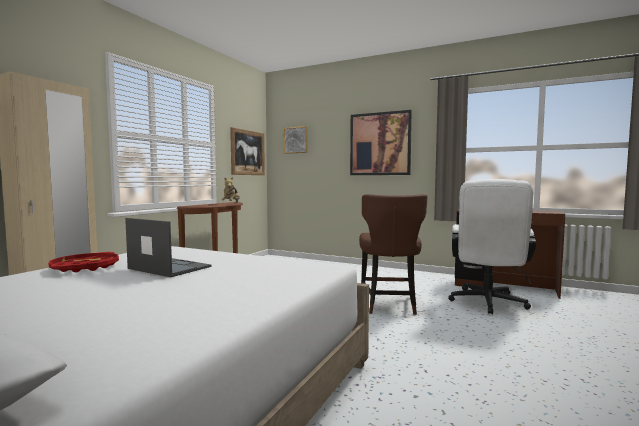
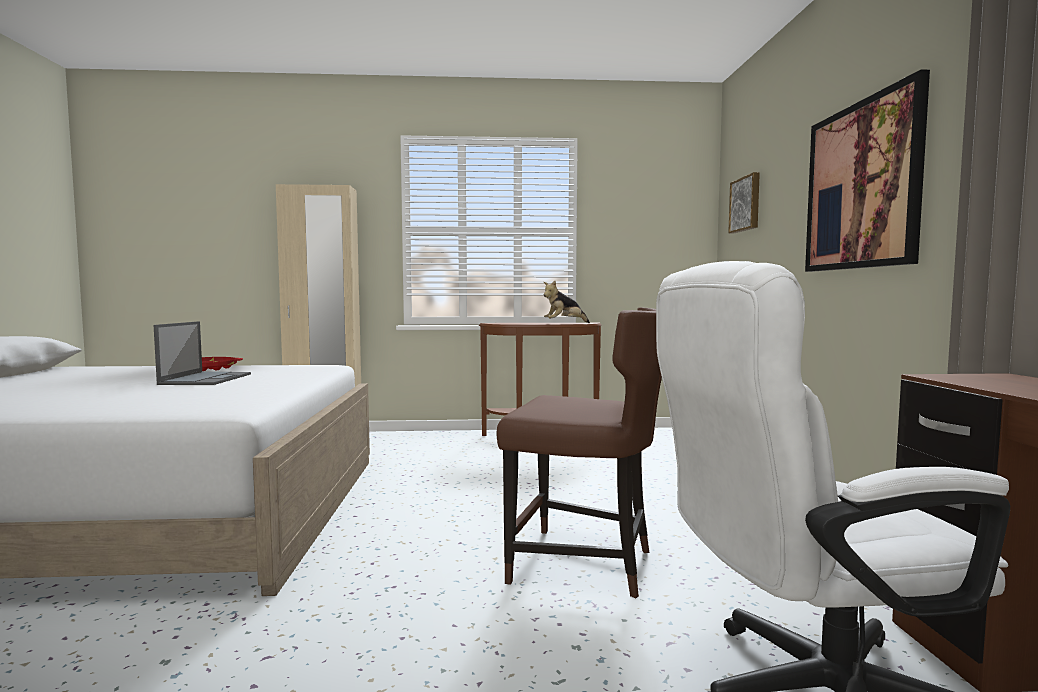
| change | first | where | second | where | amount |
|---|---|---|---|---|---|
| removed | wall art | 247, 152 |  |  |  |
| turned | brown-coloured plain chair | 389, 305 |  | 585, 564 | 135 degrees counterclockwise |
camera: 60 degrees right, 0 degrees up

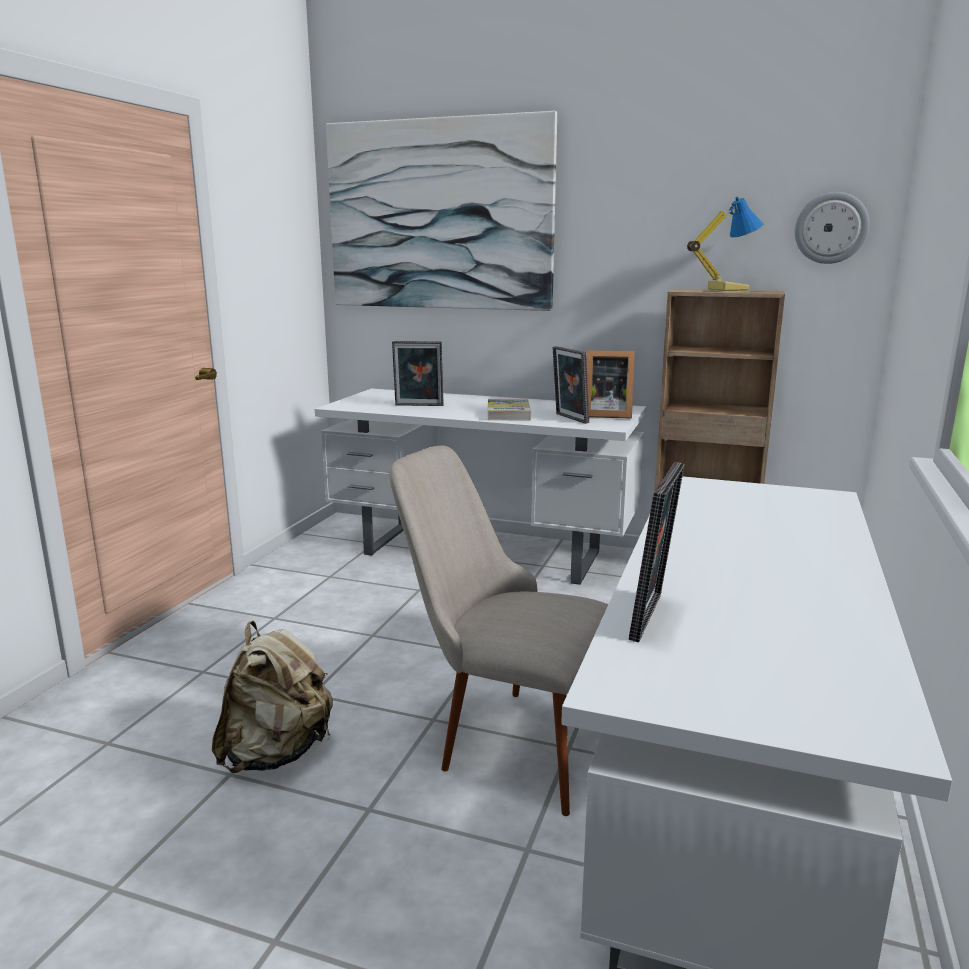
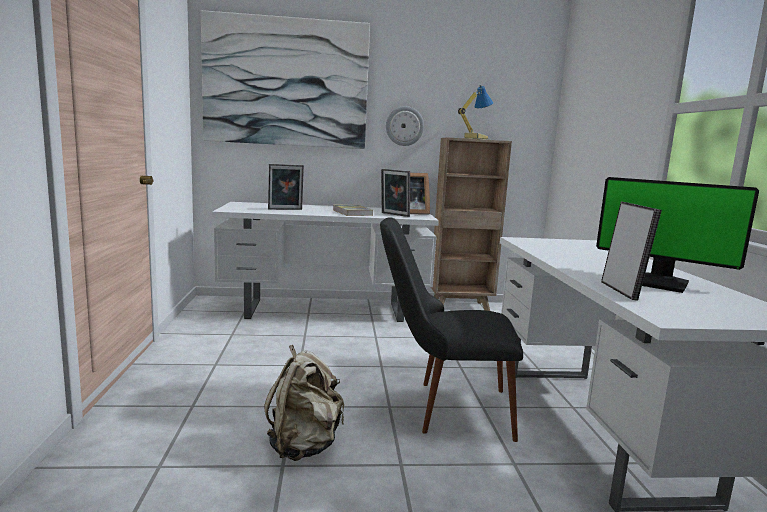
| change | first | where | second | where | amount |
|---|---|---|---|---|---|
| recoloured | sand-coloured plain chair | 507, 737 | blackish plain chair | 443, 408 |  |
| moved | hanging clock | 831, 228 |  | 404, 126 |  |
| added |  |  | monitor | 659, 283 |  |
camera: 25 degrees left, 5 degrees down

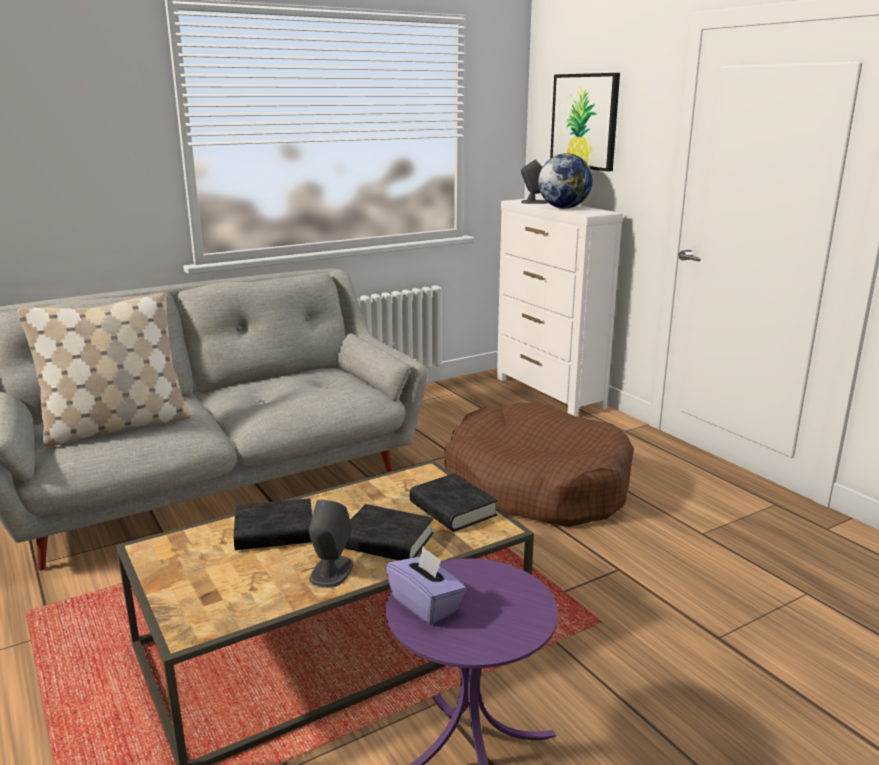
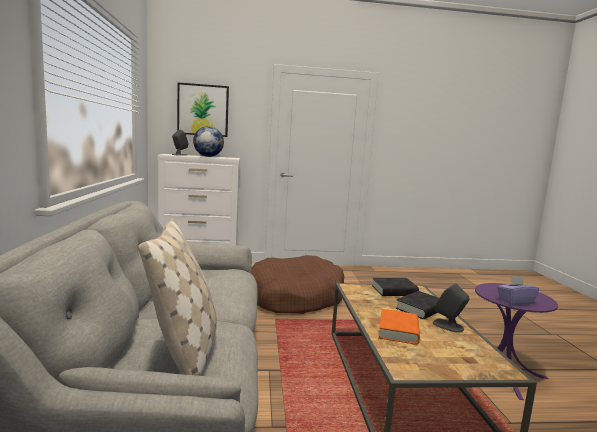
| change | first | where | second | where | amount |
|---|---|---|---|---|---|
| recoloured | blackish volume | 274, 532 | orangey volume | 398, 331 |  |
camera: 65 degrees left, 10 degrees down

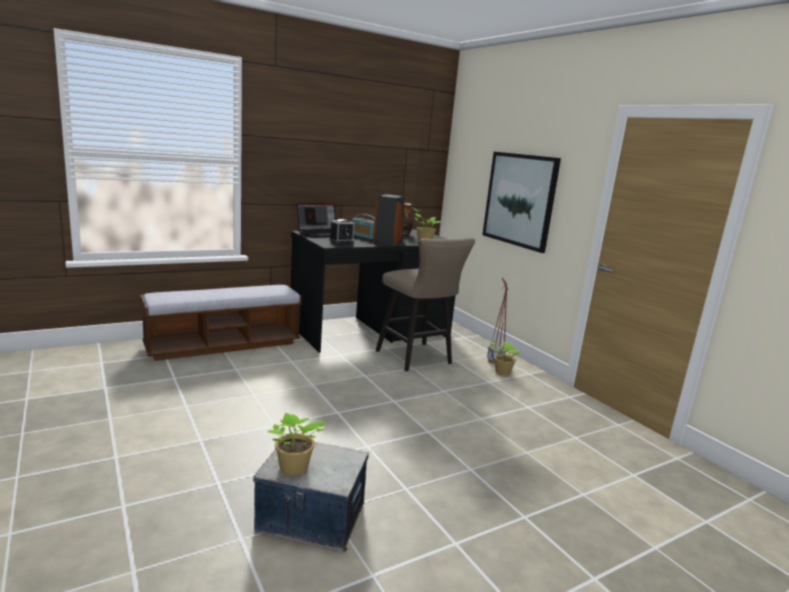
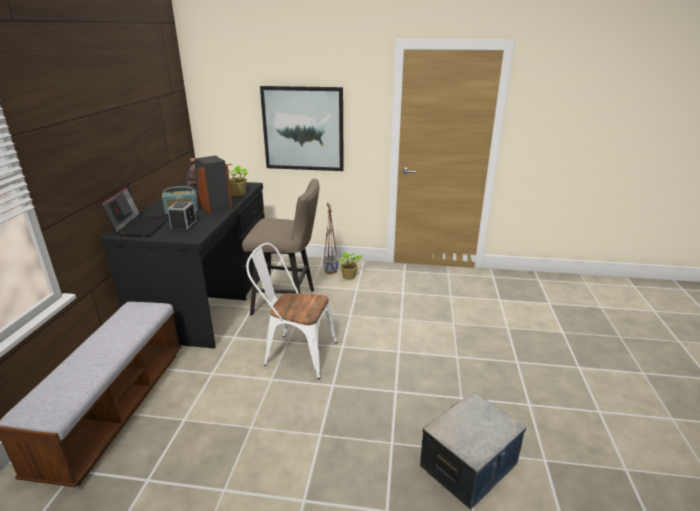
| change | first | where | second | where | amount |
|---|---|---|---|---|---|
| removed | potted plant | 293, 469 |  |  |  |
| added |  |  | white plain chair | 295, 353 |  |
camera: 50 degrees left, 10 degrees up

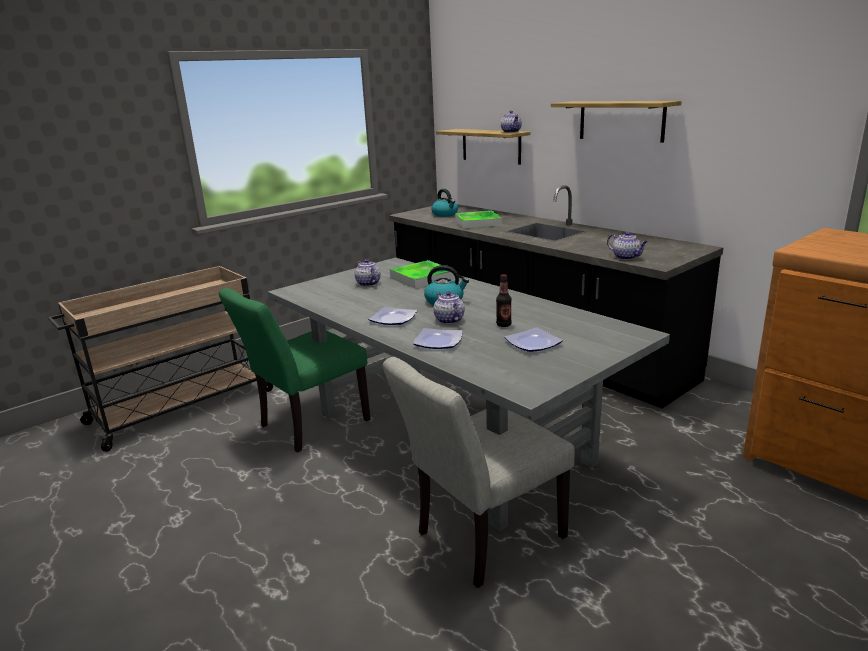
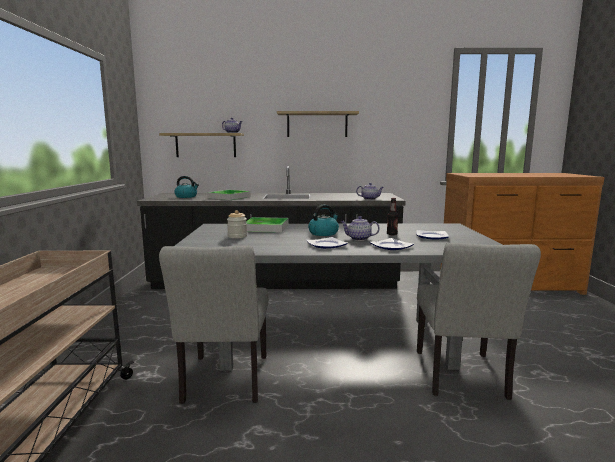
| change | first | where | second | where | amount |
|---|---|---|---|---|---|
| recoloured | green-coloured plain chair | 307, 426 | gray plain chair | 224, 383 |  |
| replaced | pot for tea | 367, 283 | jar | 237, 236 |  |
camera: 50 degrees left, 10 degrees down

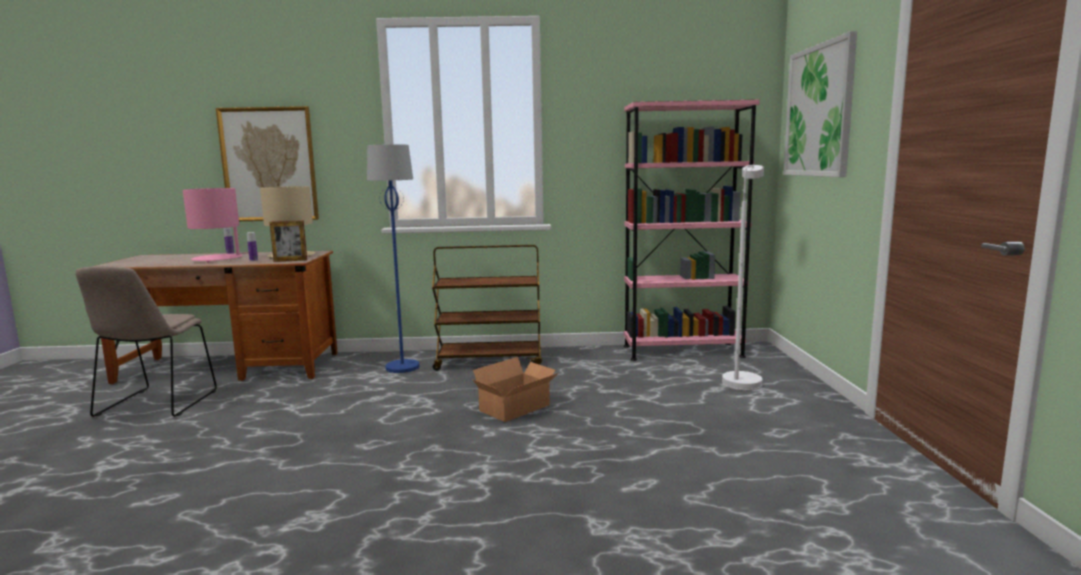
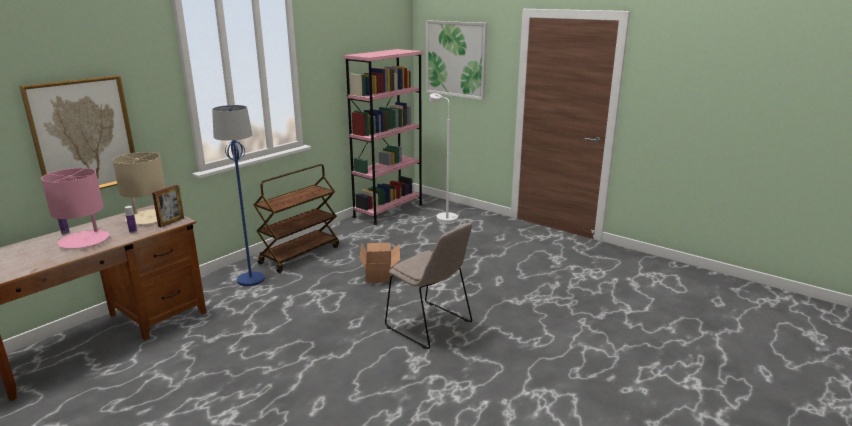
| change | first | where | second | where | amount |
|---|---|---|---|---|---|
| moved | sand-coloured plain chair | 155, 405 |  | 430, 326 |  |
camera: 50 degrees left, 10 degrees up

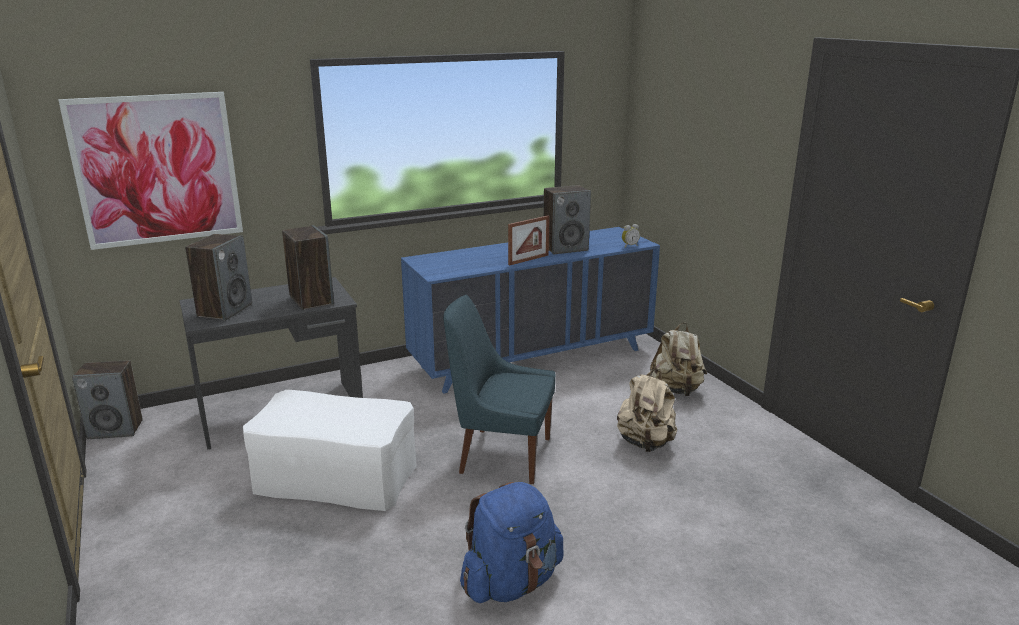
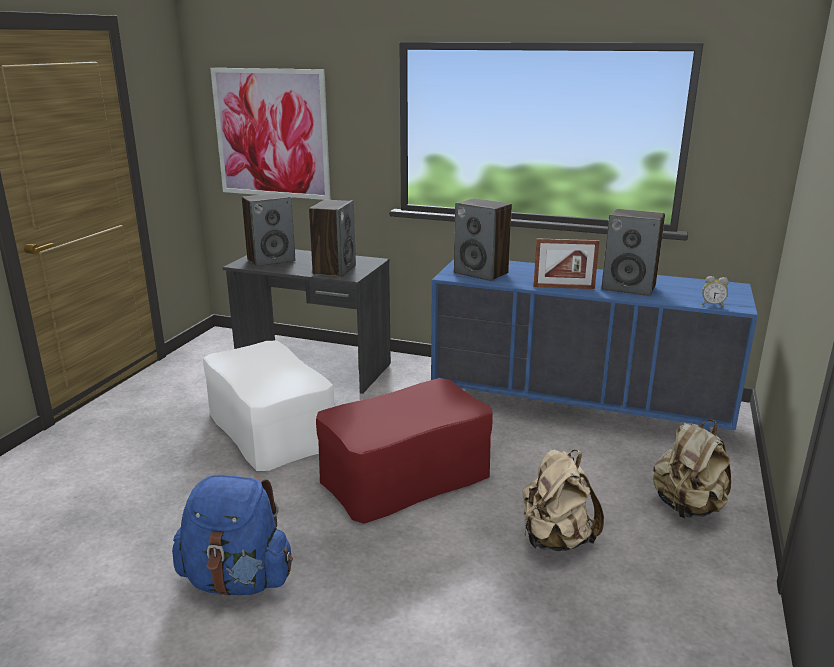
| change | first | where | second | where | amount |
|---|---|---|---|---|---|
| moved | loudspeaker | 116, 429 |  | 481, 273 |  |
| replaced | blue plain chair | 501, 455 | reddish ottoman | 405, 476 |  |
camera: 45 degrees right, 0 degrees up

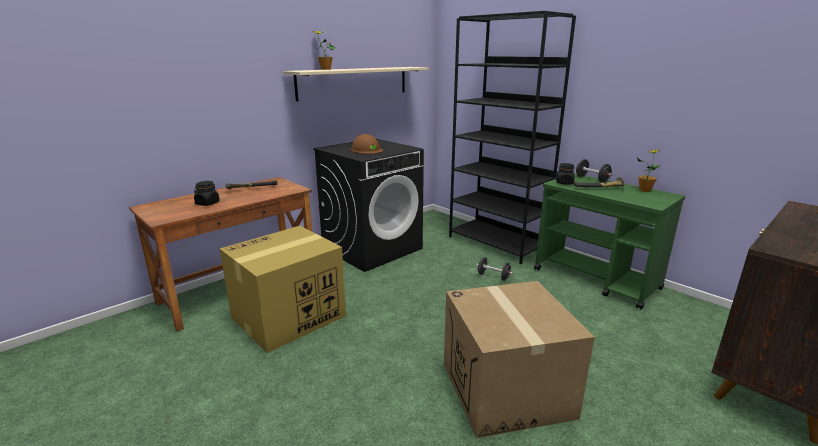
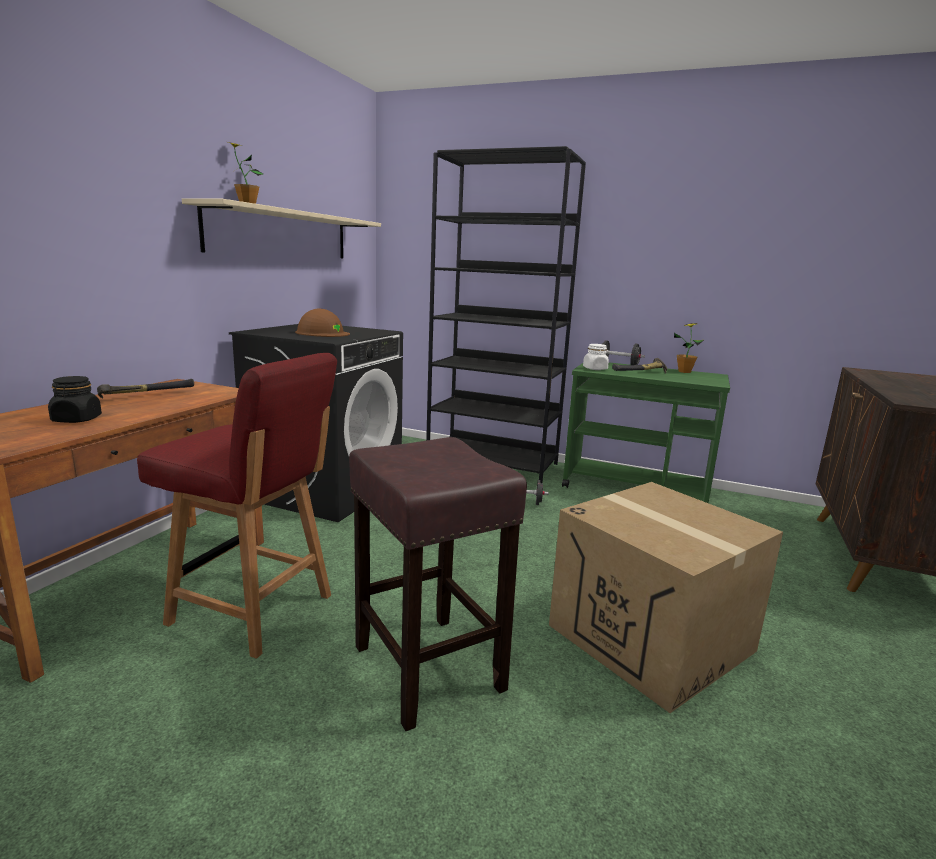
| change | first | where | second | where | amount |
|---|---|---|---|---|---|
| replaced | carton | 287, 317 | reddish plain chair | 254, 610 |  |
| recoloured | blackish jar | 564, 183 | white jar | 595, 369 |  |
| added |  |  | brown-coloured stool | 426, 666 |  |
camera: 25 degrees left, 5 degrees down

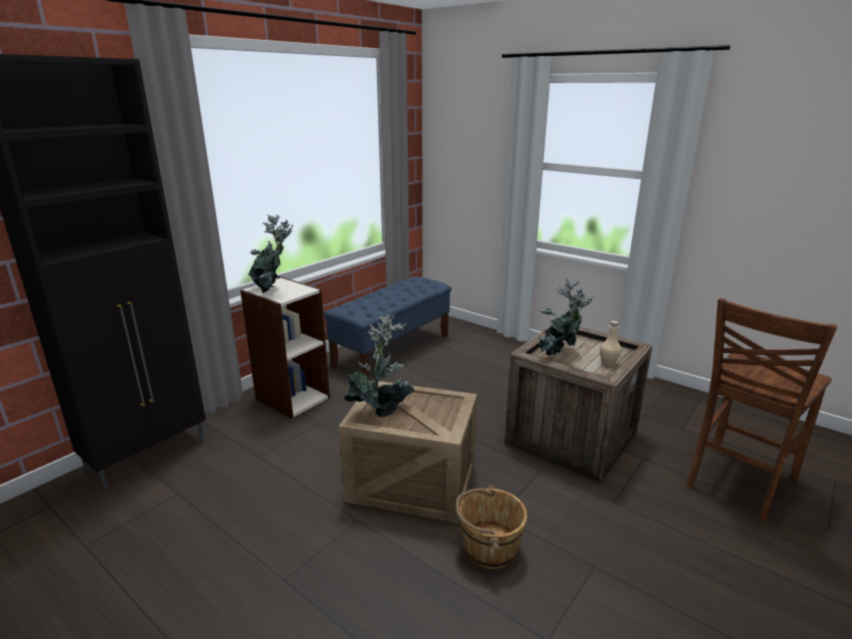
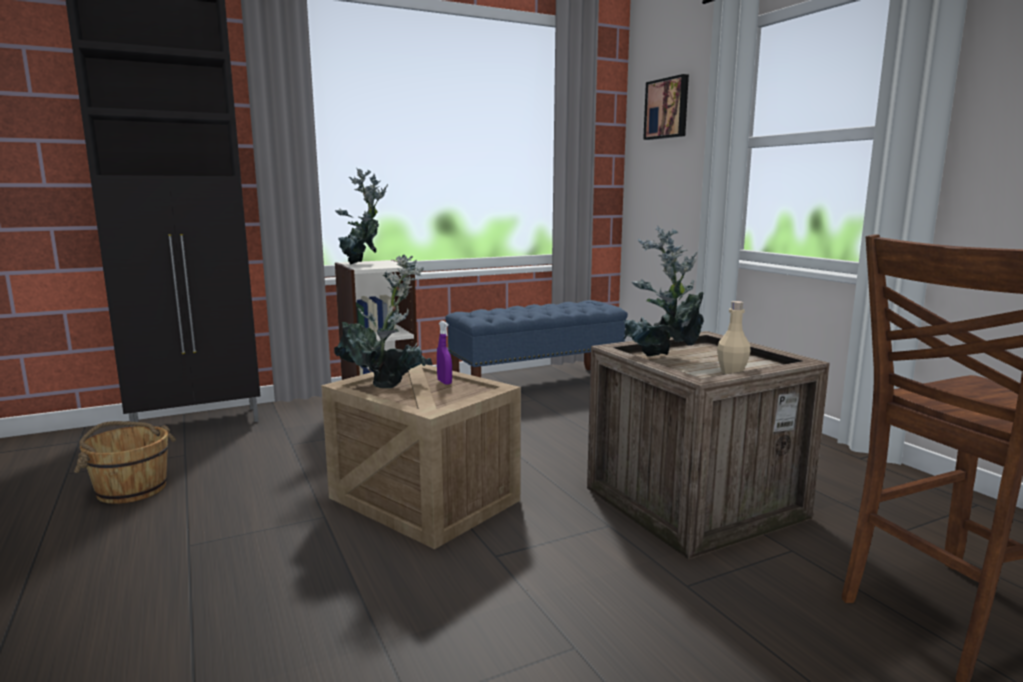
| change | first | where | second | where | amount |
|---|---|---|---|---|---|
| moved | brown-coloured bucket | 489, 547 |  | 131, 489 |  |
| added |  |  | purple-coloured sprayer | 444, 382 |  |
| added |  |  | wall art | 667, 108 |  |
camera: 25 degrees right, 10 degrees down

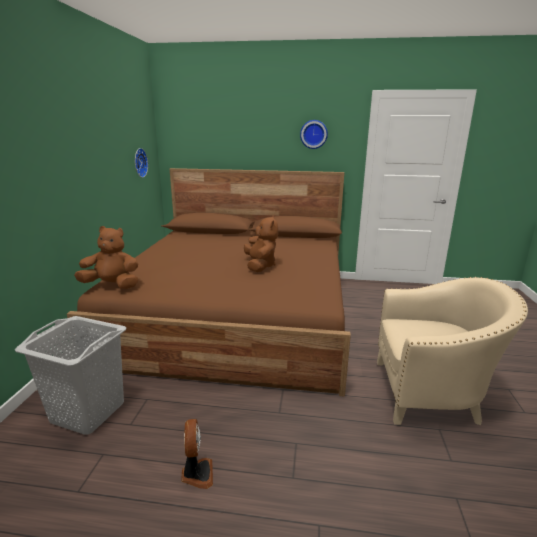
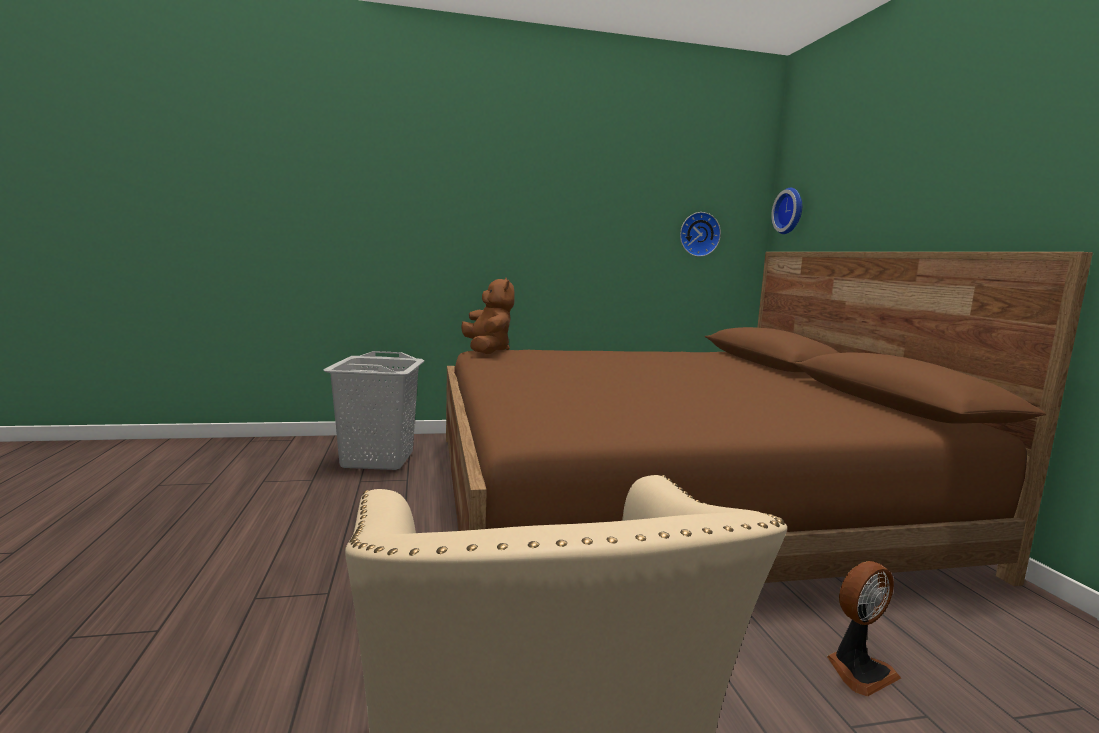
| change | first | where | second | where | amount |
|---|---|---|---|---|---|
| moved | electric fan | 197, 474 |  | 858, 670 |  |
| removed | brown-coloured soft toy | 260, 266 |  |  |  |
| moved | hanging clock | 313, 134 |  | 790, 211 |  |
camera: 70 degrees right, 10 degrees down

